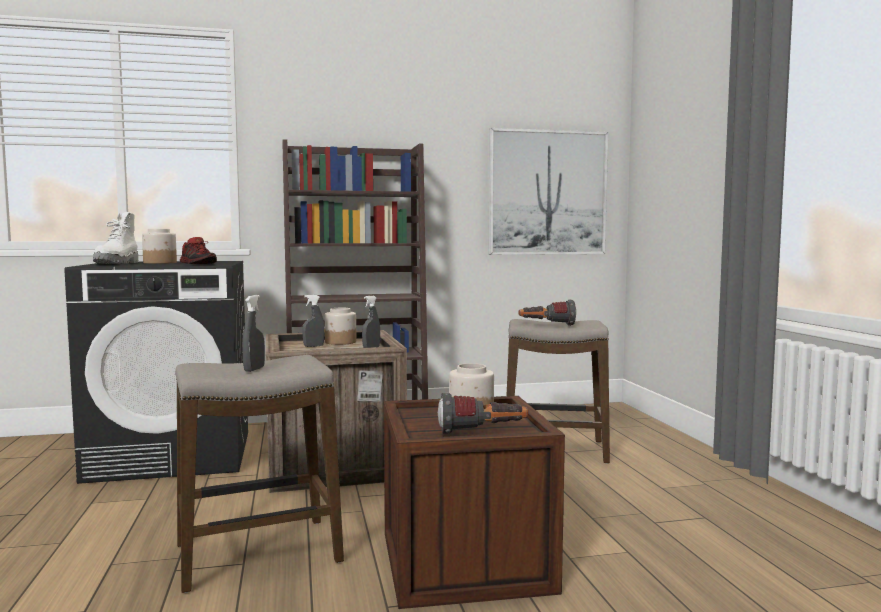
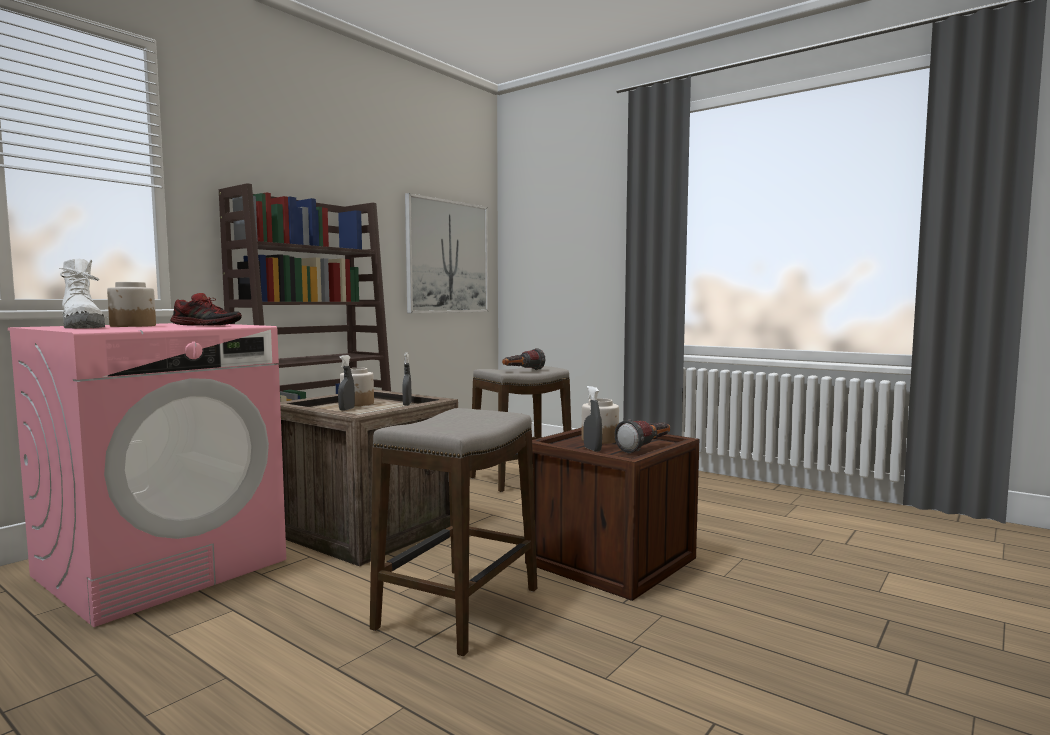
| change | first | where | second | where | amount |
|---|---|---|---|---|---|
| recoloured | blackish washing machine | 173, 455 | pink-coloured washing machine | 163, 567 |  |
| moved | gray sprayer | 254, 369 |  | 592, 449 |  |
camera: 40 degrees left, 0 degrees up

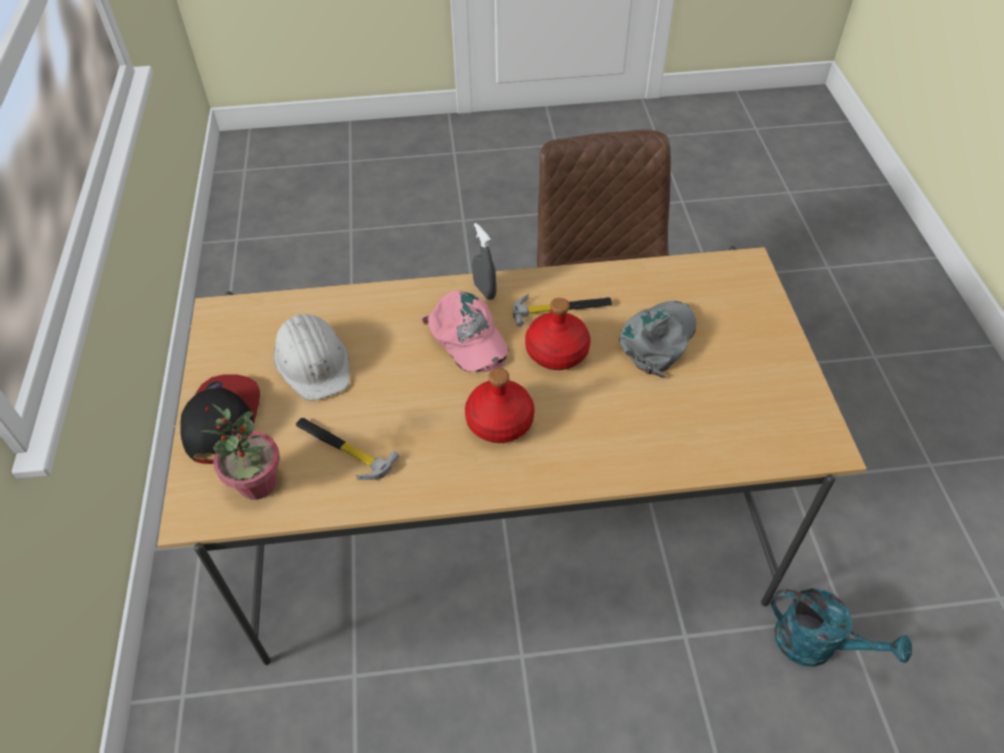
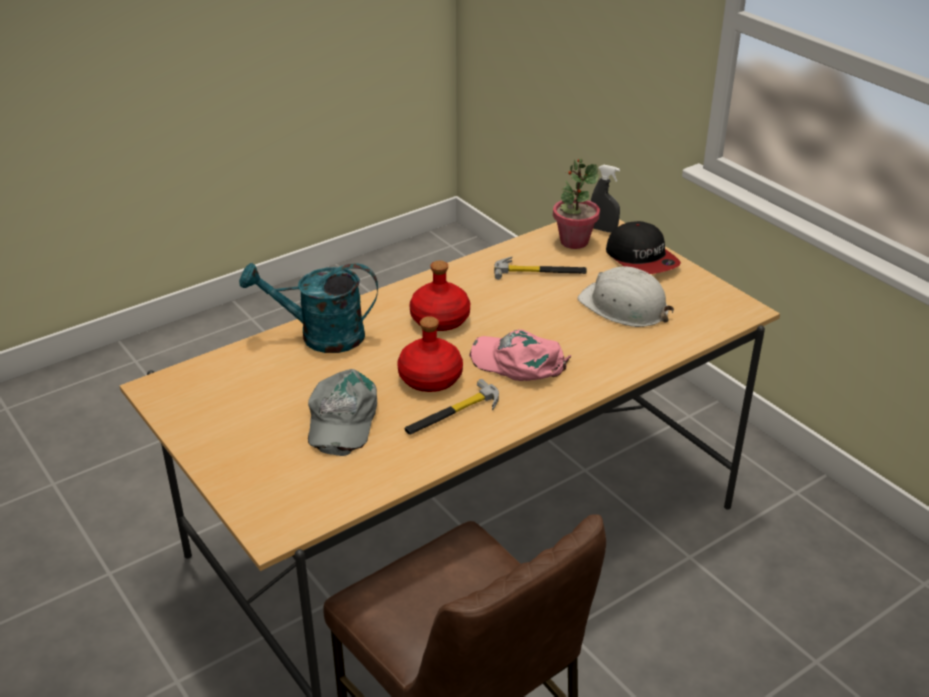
| change | first | where | second | where | amount |
|---|---|---|---|---|---|
| moved | gray sprayer | 484, 291 |  | 603, 229 |  |
| moved | blue-green watering can | 816, 644 |  | 320, 336 |  |
camera: 150 degrees right, 15 degrees down

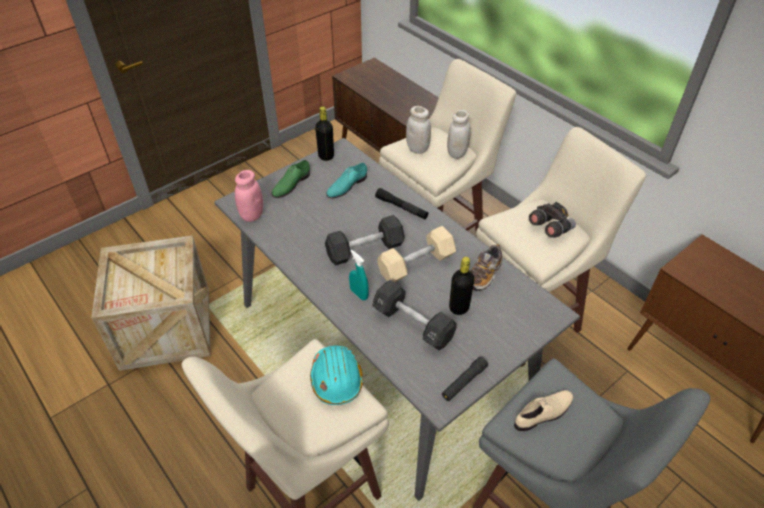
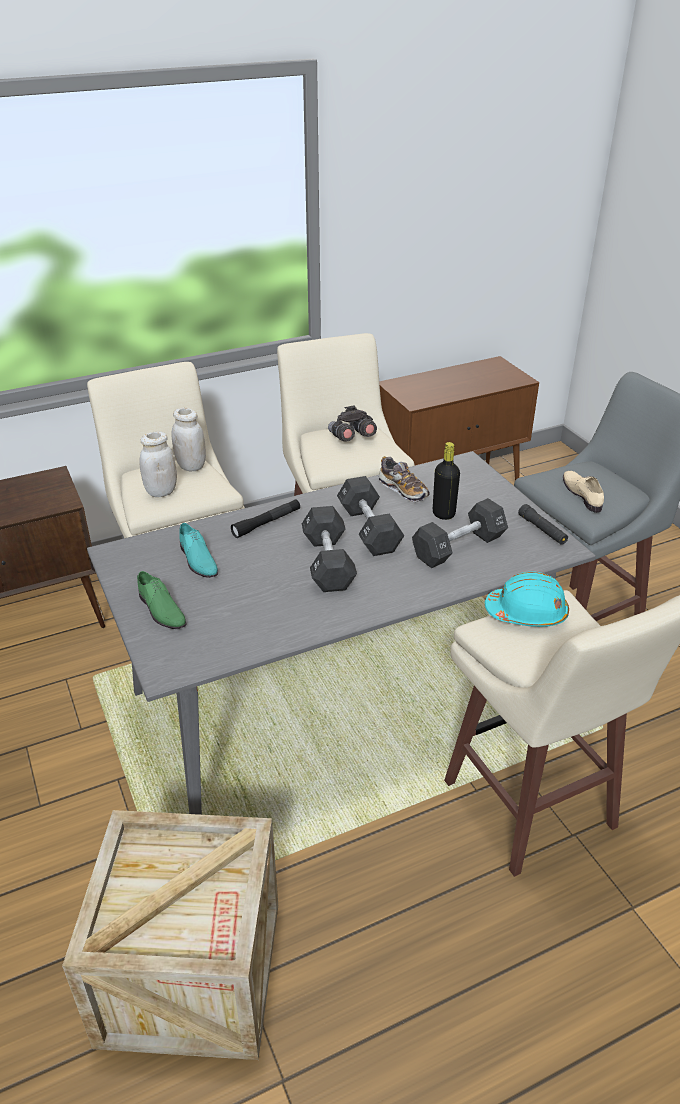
| change | first | where | second | where | amount |
|---|---|---|---|---|---|
| removed | pink-coloured jar | 252, 215 |  |  |  |
| removed | blackish drink bottle | 326, 156 |  |  |  |
| removed | blue-green sprayer | 359, 294 |  |  |  |
| recoloured | sand-coloured dumbbell | 416, 264 | blackish dumbbell | 369, 529 |  |
camera: 75 degrees left, 10 degrees down

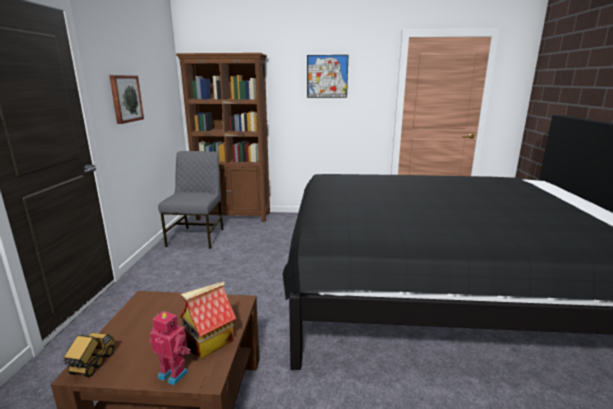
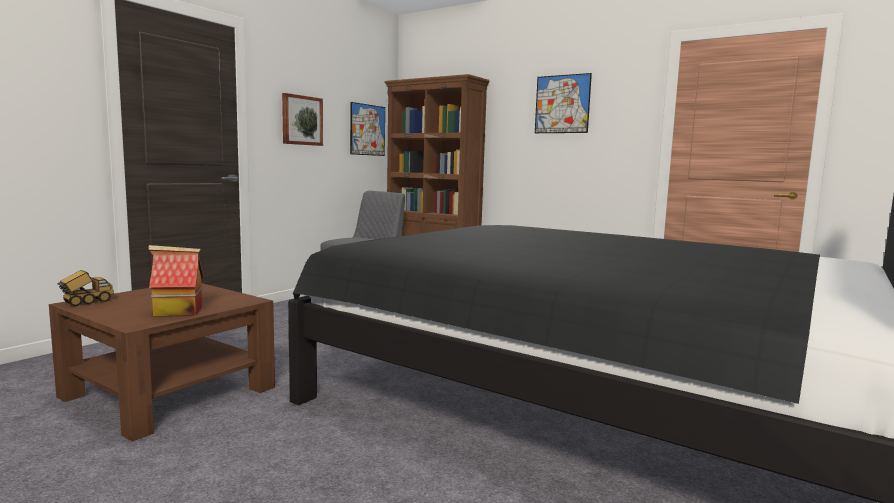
| change | first | where | second | where | amount |
|---|---|---|---|---|---|
| removed | toy robot | 174, 373 |  |  |  |
| added |  |  | wall art | 367, 130 |  |
camera: 30 degrees right, 10 degrees down

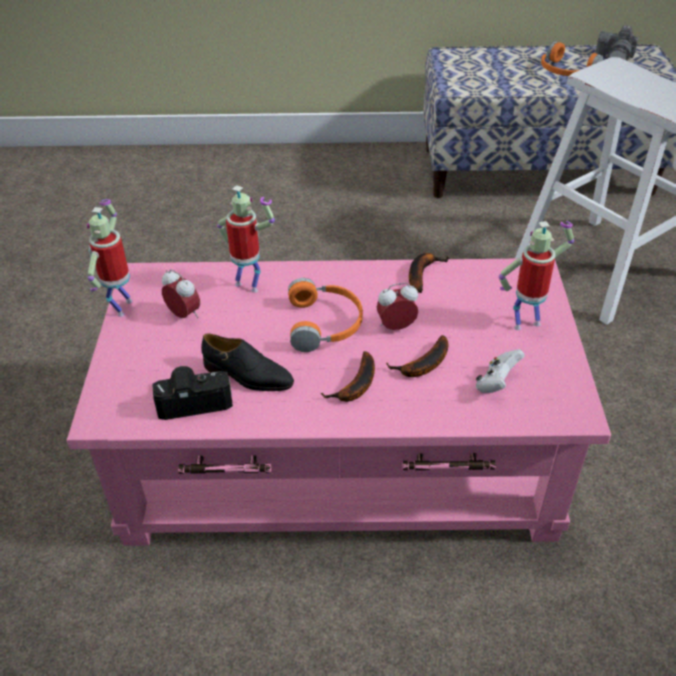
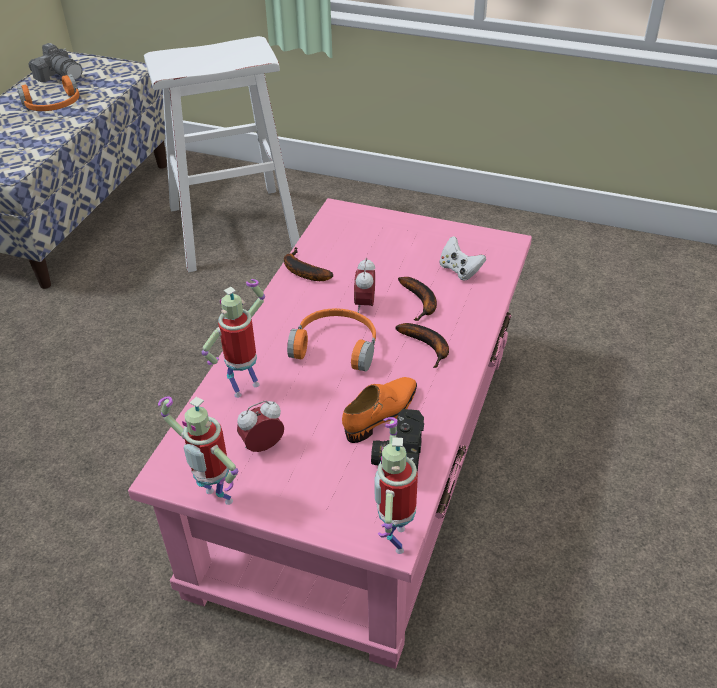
| change | first | where | second | where | amount |
|---|---|---|---|---|---|
| recoloured | blackish low shoe | 248, 376 | orangey low shoe | 382, 414 |  |
| moved | toy robot | 526, 323 |  | 394, 538 |  |
camera: 70 degrees left, 0 degrees up

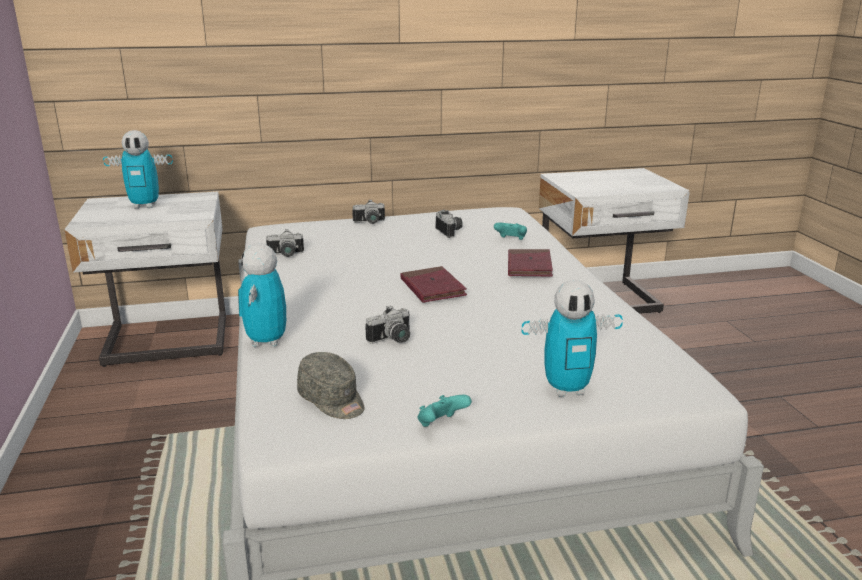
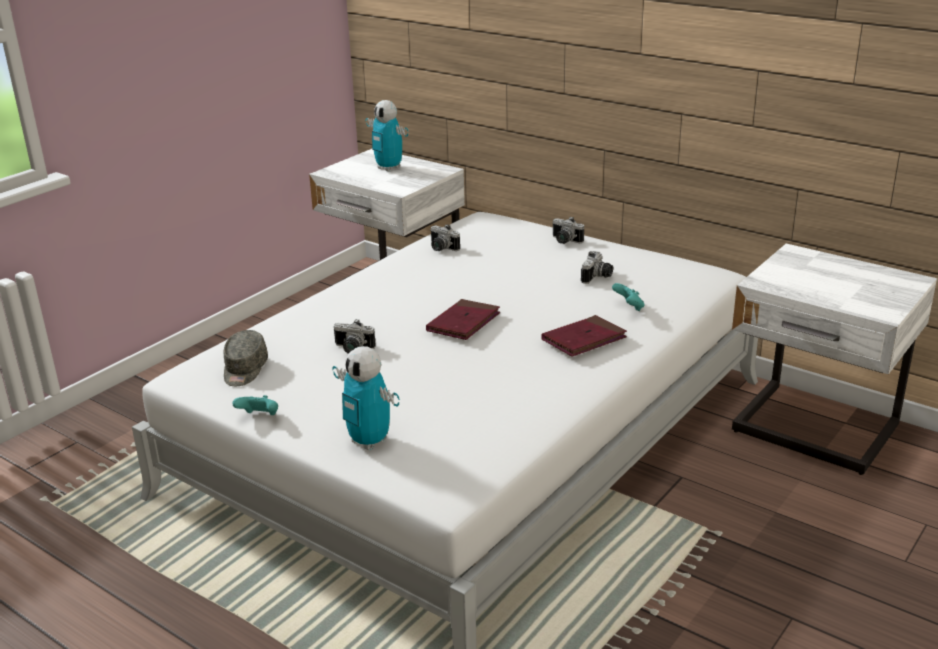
| change | first | where | second | where | amount |
|---|---|---|---|---|---|
| removed | toy robot | 266, 342 |  |  |  |
camera: 50 degrees right, 5 degrees up

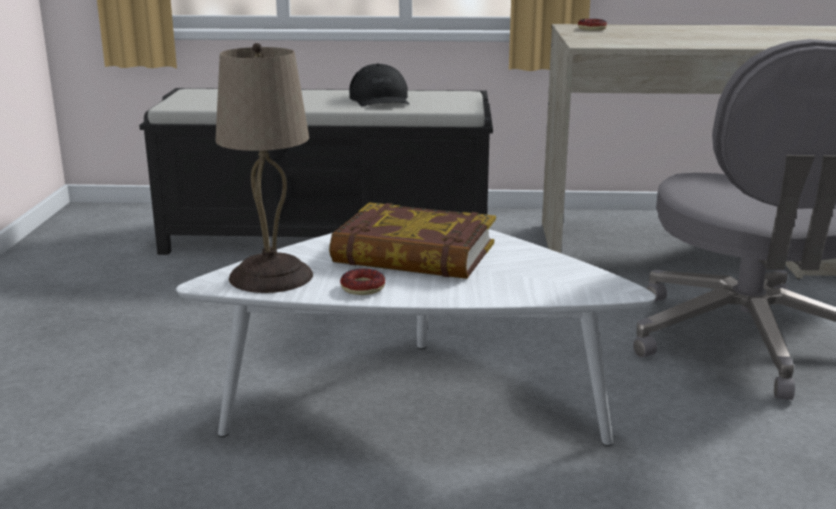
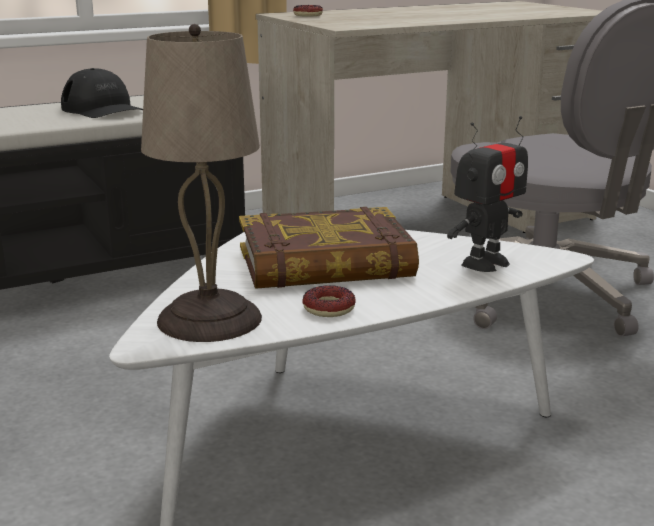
| change | first | where | second | where | amount |
|---|---|---|---|---|---|
| added |  |  | toy robot | 485, 263 |  |
camera: 30 degrees left, 0 degrees up

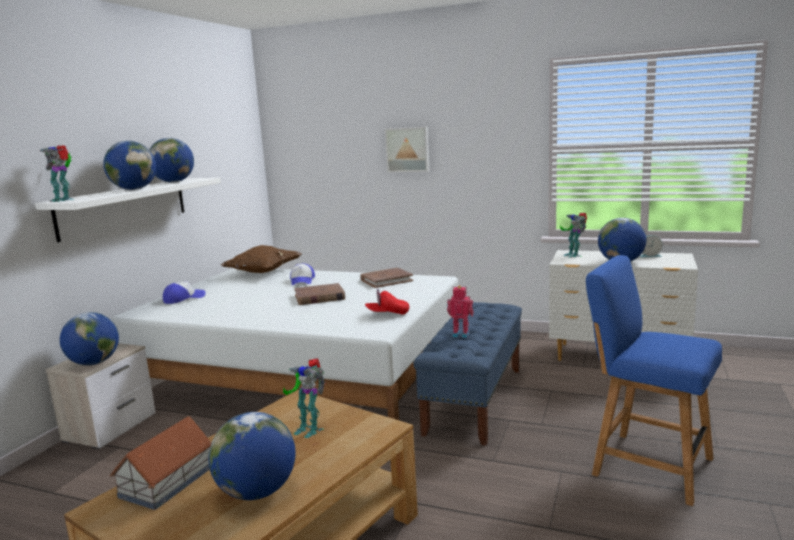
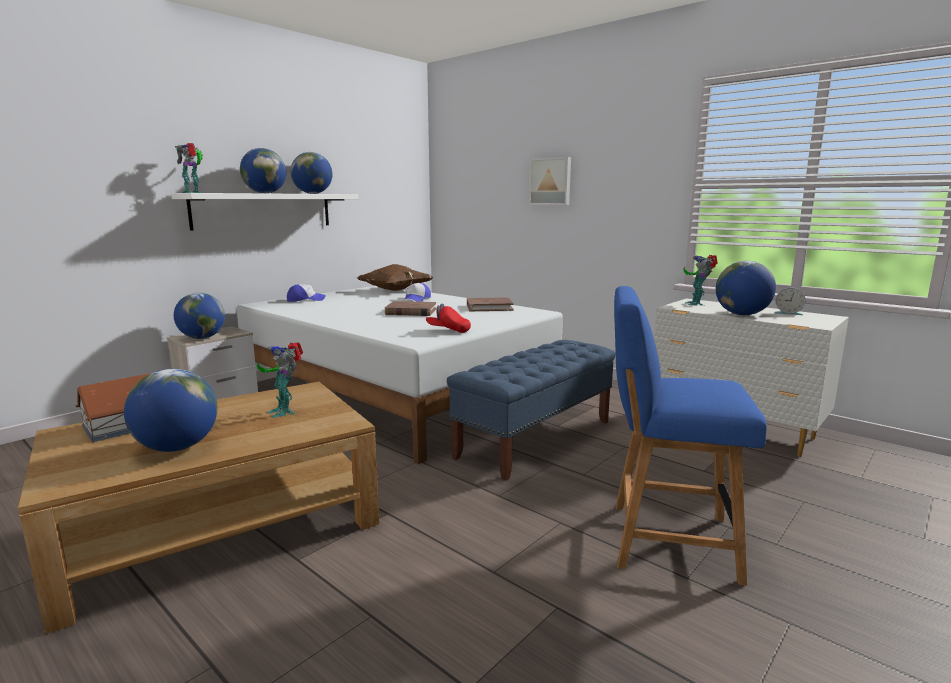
| change | first | where | second | where | amount |
|---|---|---|---|---|---|
| removed | toy robot | 461, 334 |  |  |  |
| turned | blue plain chair | 646, 464 |  | 665, 540 | 45 degrees counterclockwise |
camera: 20 degrees right, 0 degrees up

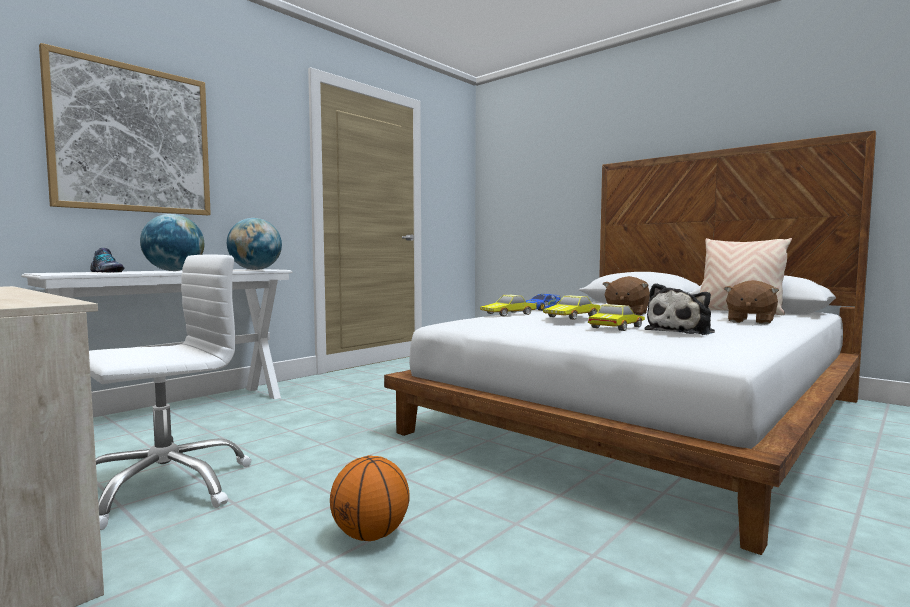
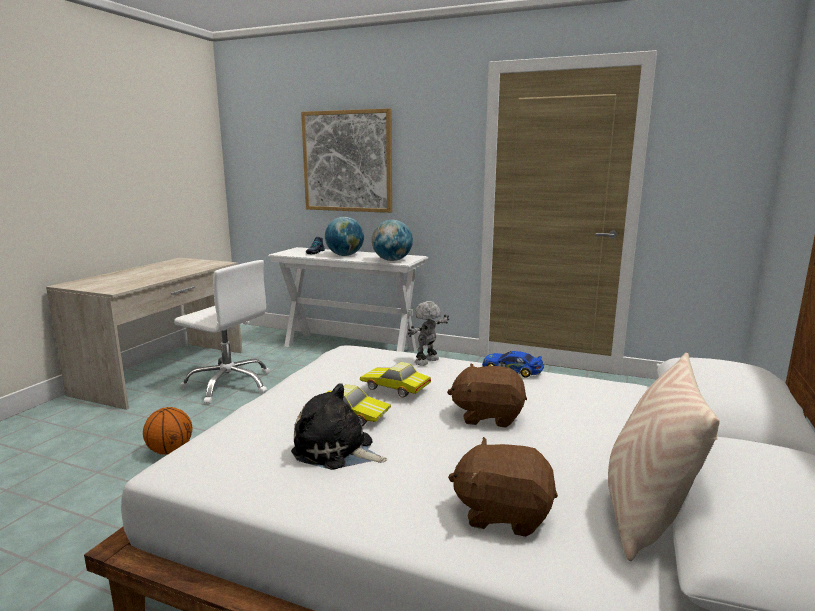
| change | first | where | second | where | amount |
|---|---|---|---|---|---|
| replaced | model car | 509, 314 | toy robot | 427, 361 |  |
camera: 70 degrees right, 10 degrees up

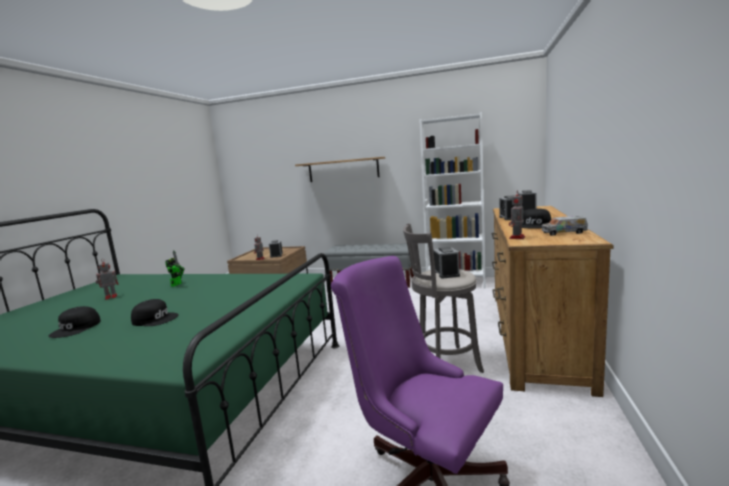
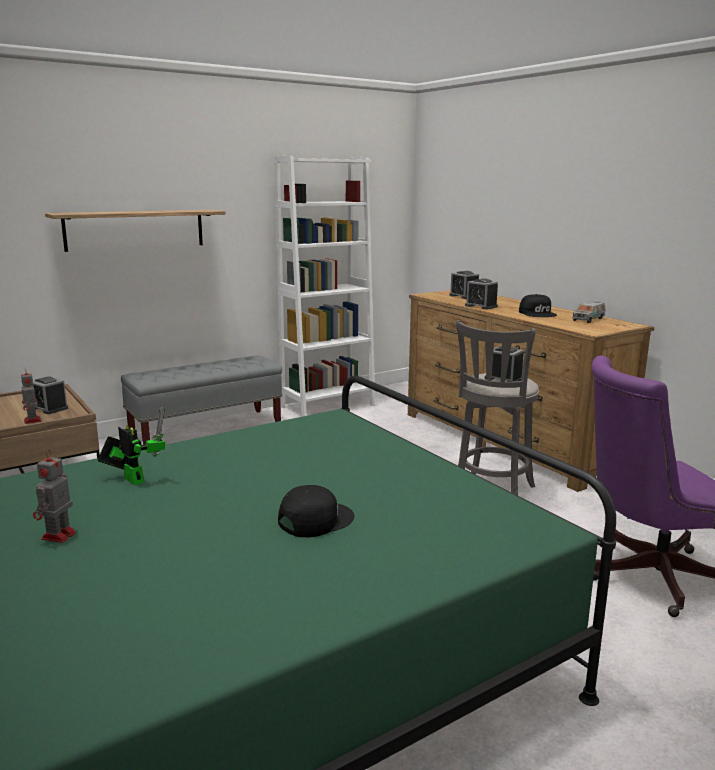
| change | first | where | second | where | amount |
|---|---|---|---|---|---|
| removed | blackish cap | 76, 328 |  |  |  |
| removed | toy robot | 517, 238 |  |  |  |
camera: 50 degrees left, 5 degrees up

